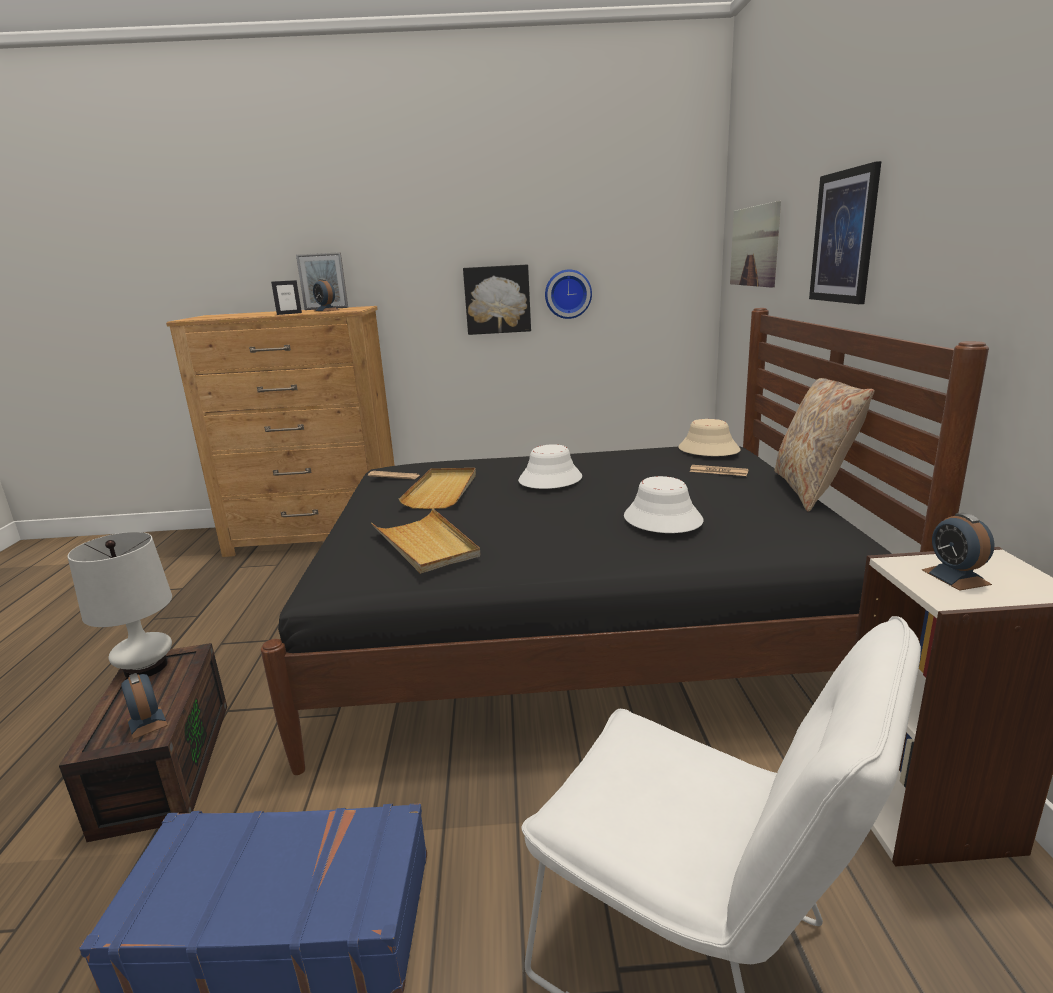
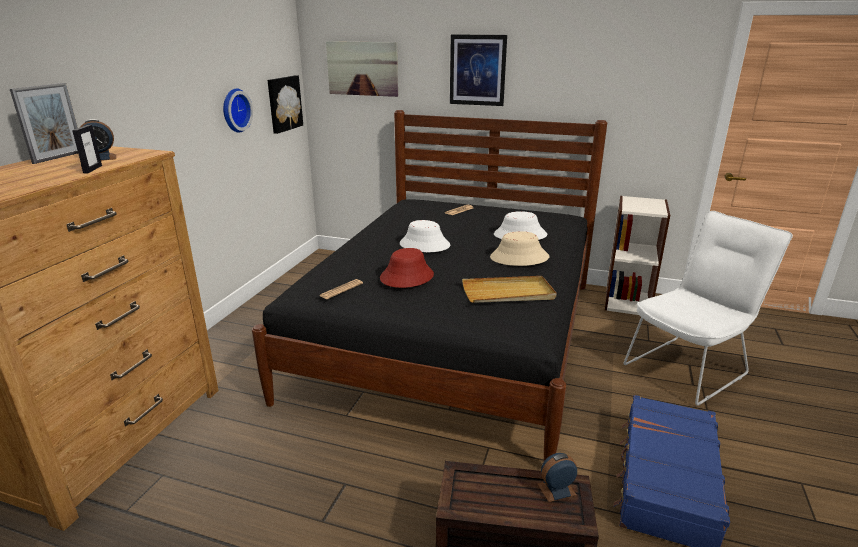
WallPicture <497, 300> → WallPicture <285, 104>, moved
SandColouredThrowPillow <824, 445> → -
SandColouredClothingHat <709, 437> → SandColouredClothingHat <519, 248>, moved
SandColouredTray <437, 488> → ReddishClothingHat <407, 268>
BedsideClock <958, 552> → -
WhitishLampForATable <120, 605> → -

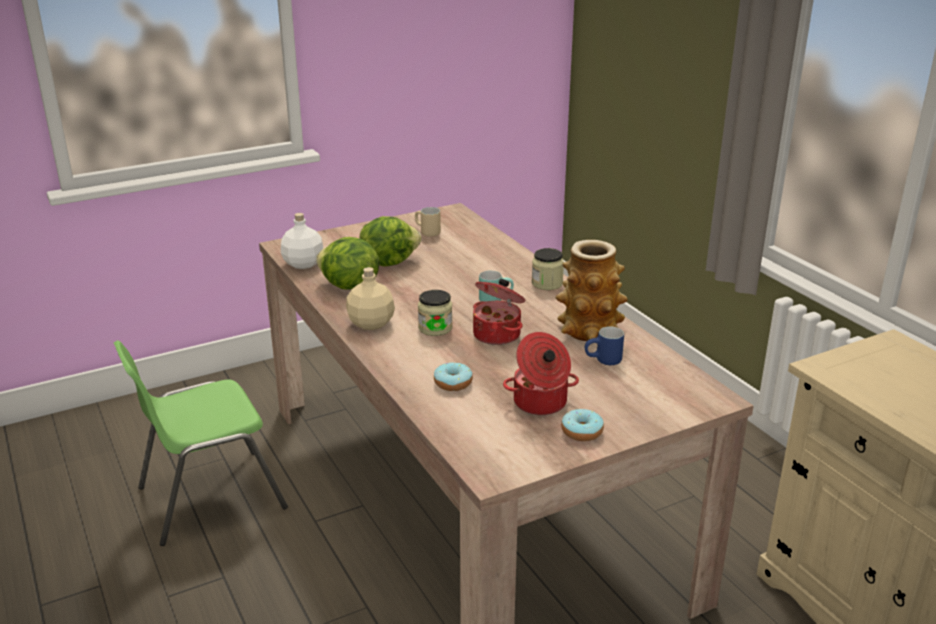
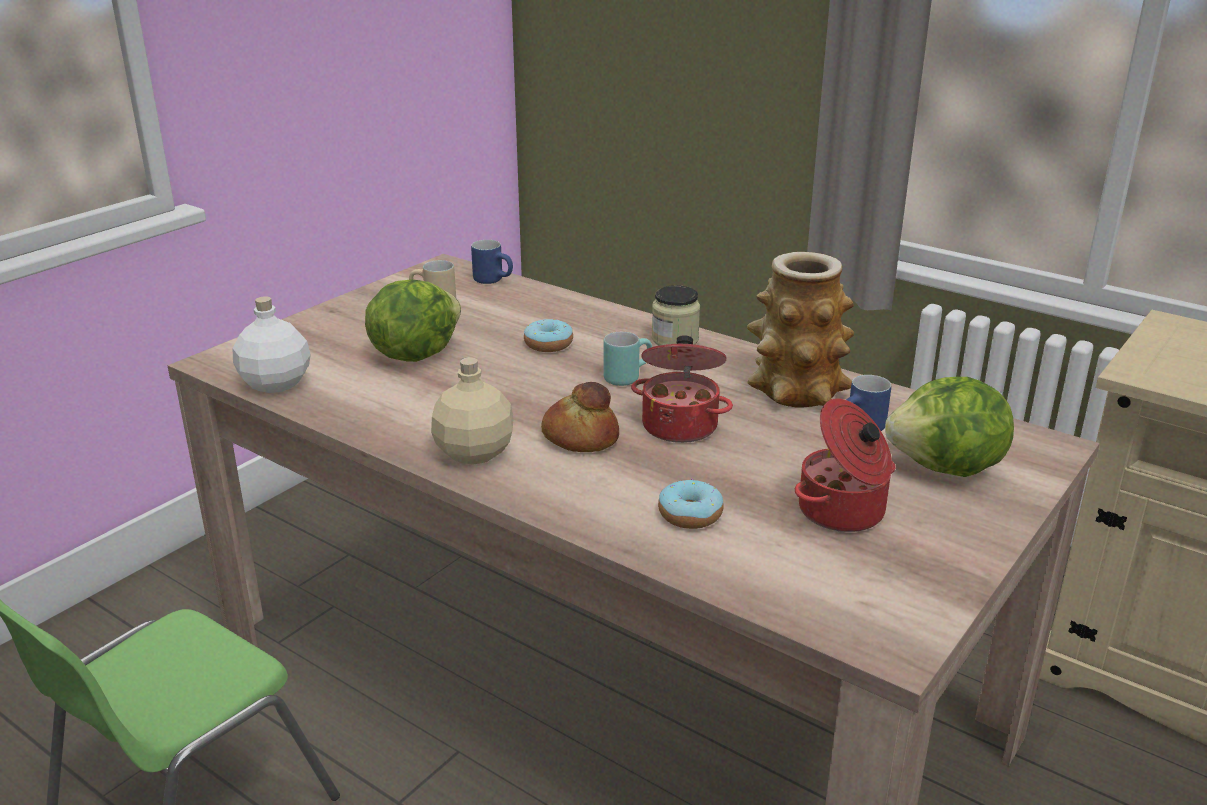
HeadOfLettuce <347, 263> → HeadOfLettuce <949, 427>, moved
Jar <435, 313> → BakedBread <580, 417>
Doughnut <582, 425> → Doughnut <548, 335>, moved
- → BlueColouredMug <492, 262>

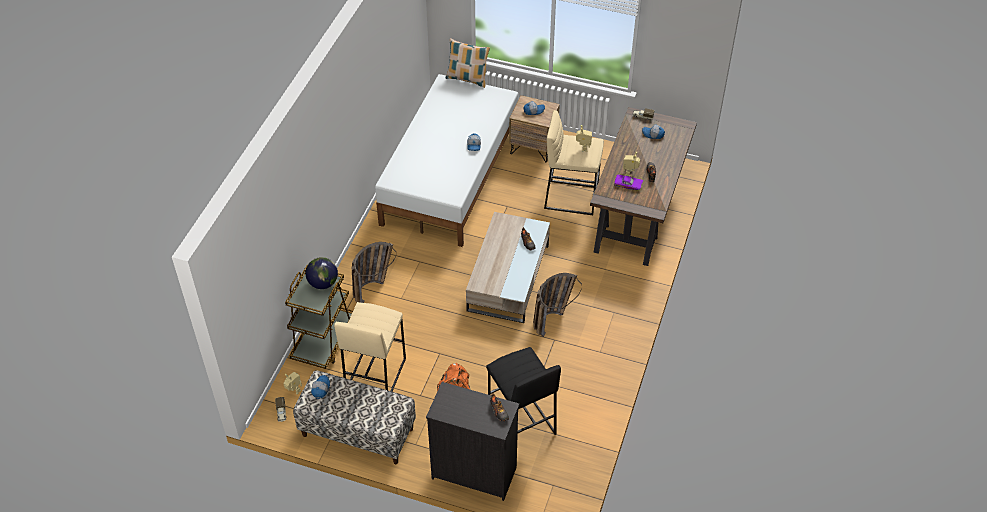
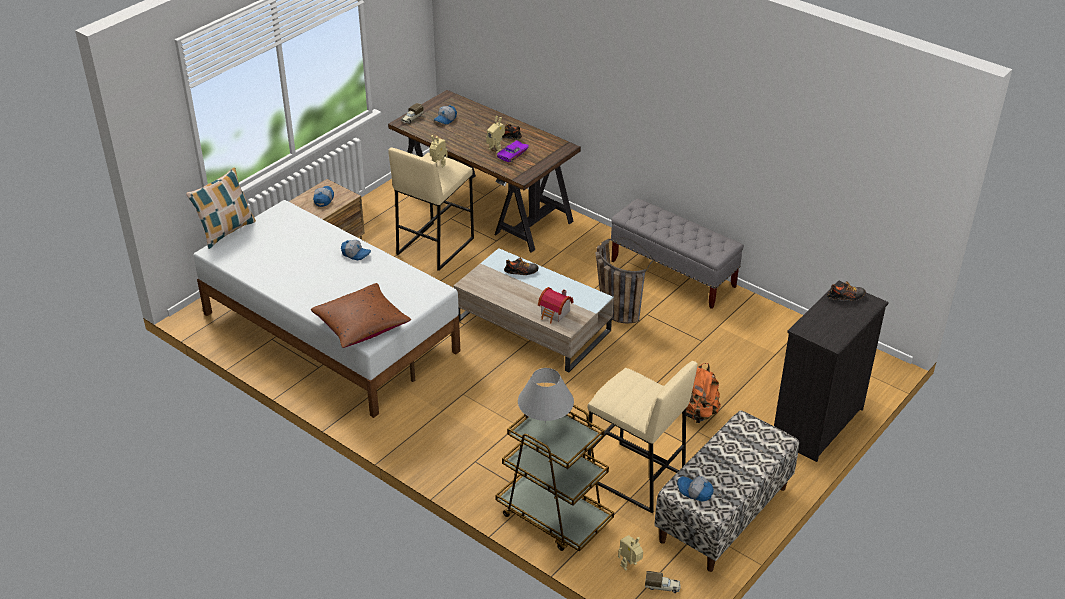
Basket <374, 272> → -
WorldGlobe <322, 273> → GreyLampForATable <546, 396>
BlackishStoolSeat <523, 391> → -
- → GreyBench <677, 253>
- → BrownThrowPillow <361, 315>
- → ToyHouse <556, 305>

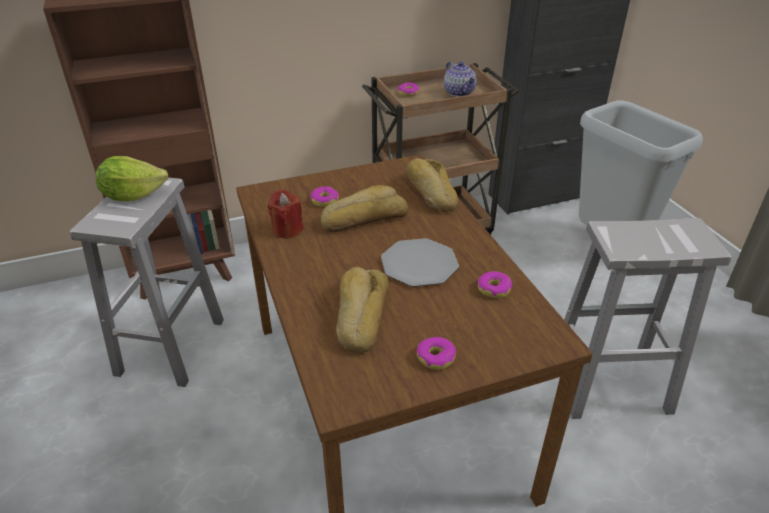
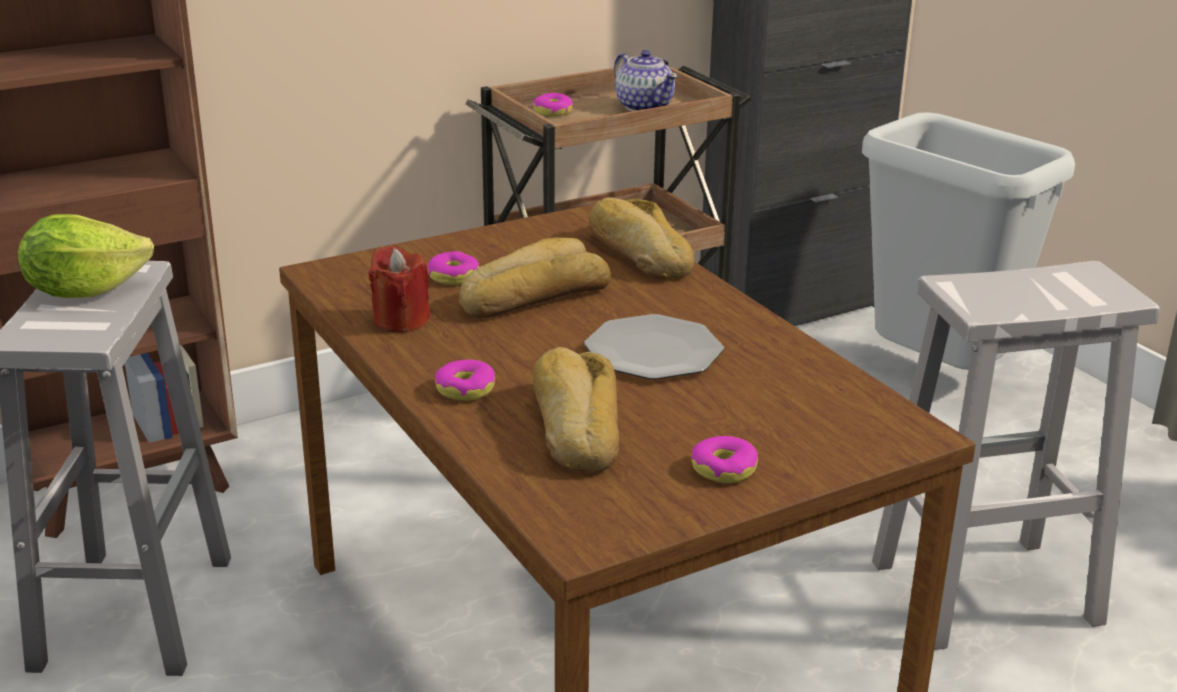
Doughnut <495, 284> → Doughnut <465, 380>, moved

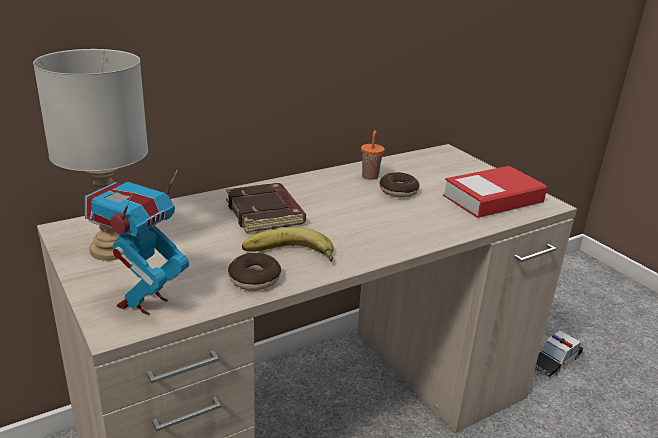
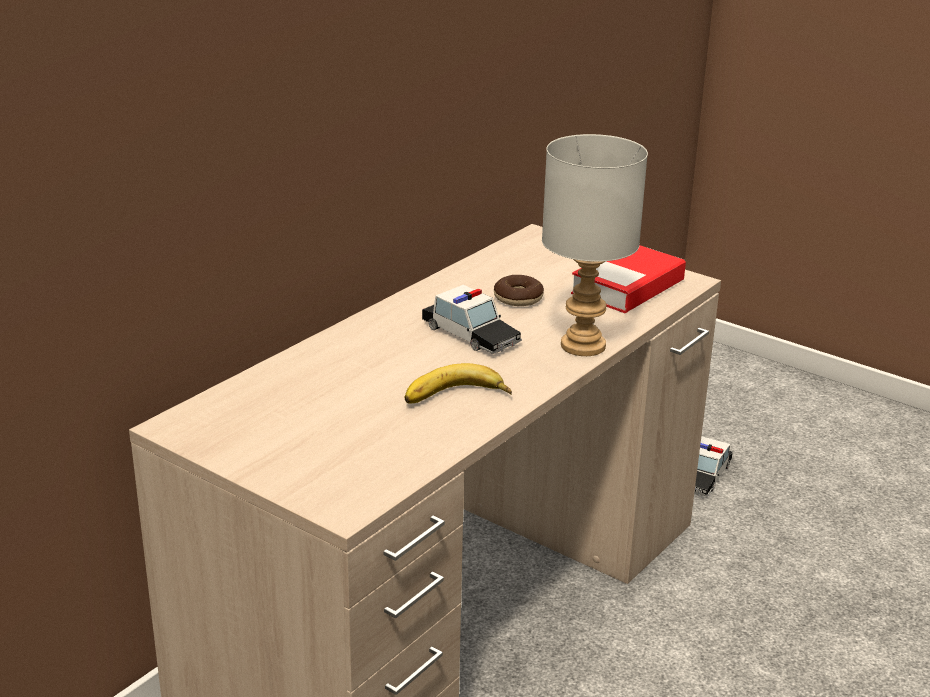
GreyLampForATable <90, 155> → GreyLampForATable <595, 245>, moved
OrangeDrinkingCup <373, 155> → -
ToyRobot <137, 242> → -
BrownBoundBook <266, 208> → -
Doughnut <254, 272> → -
- → MiniatureCar <472, 319>

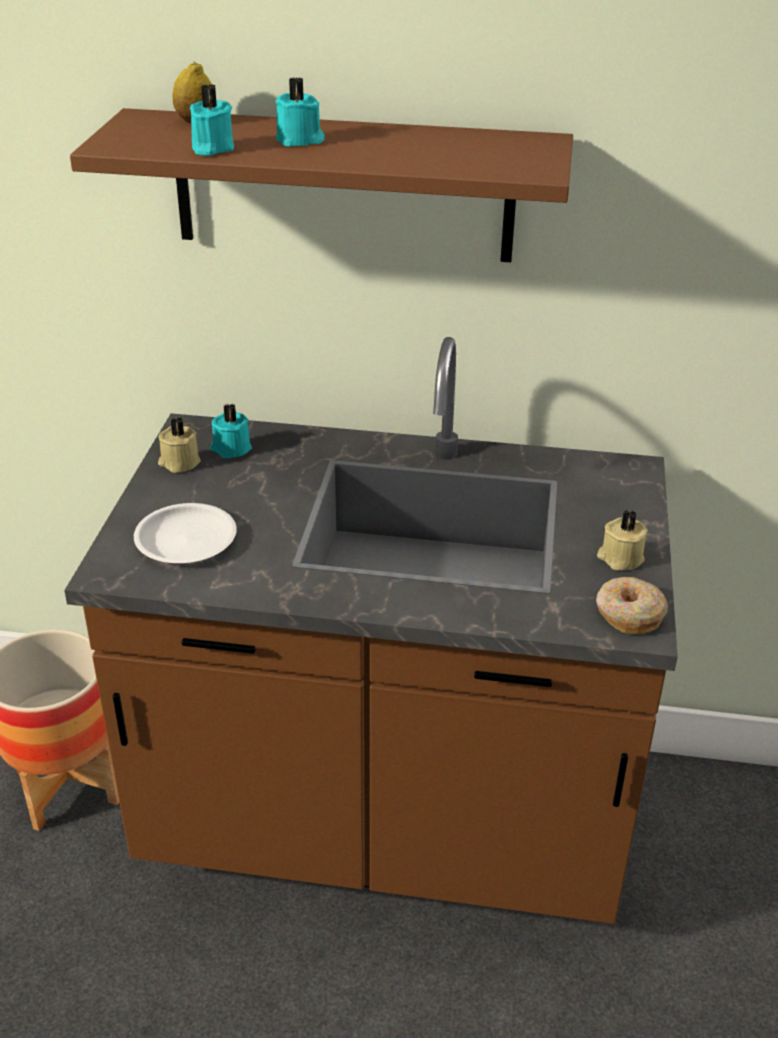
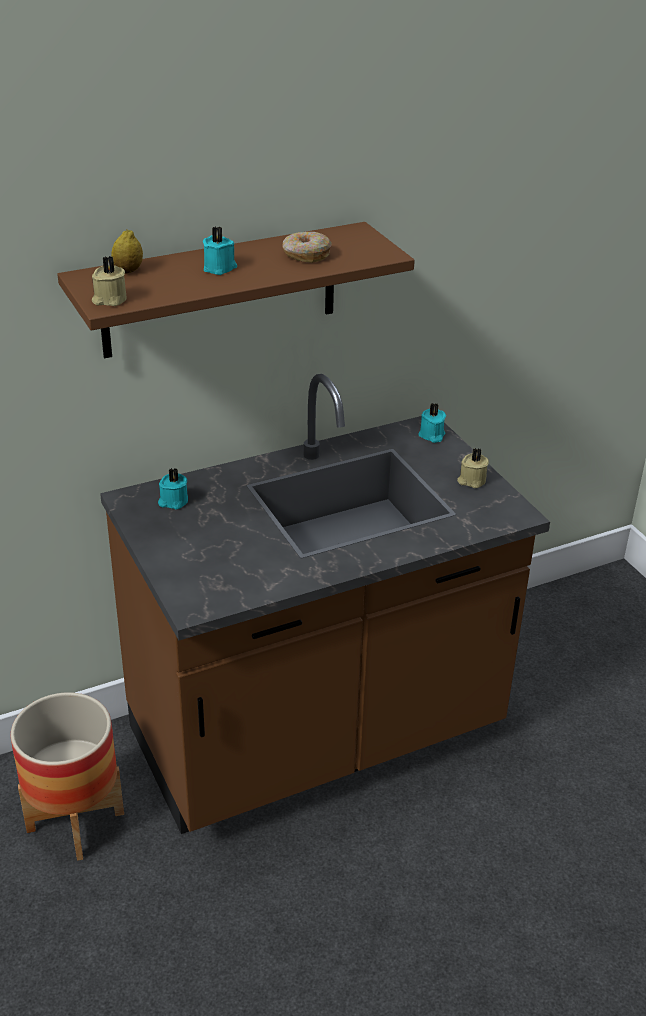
TurquoiseColouredWaxCandle <212, 120> → TurquoiseColouredWaxCandle <432, 423>, moved
SandColouredWaxCandle <179, 445> → SandColouredWaxCandle <109, 281>, moved
WhitishDinnerPlate <185, 533> → -
Doughnut <632, 605> → Doughnut <307, 247>, moved

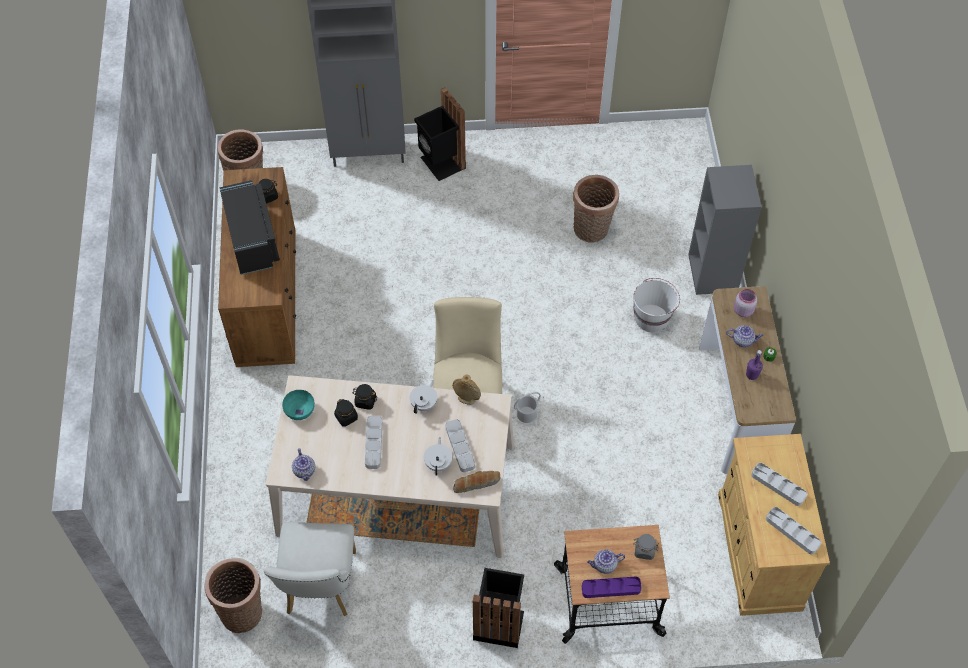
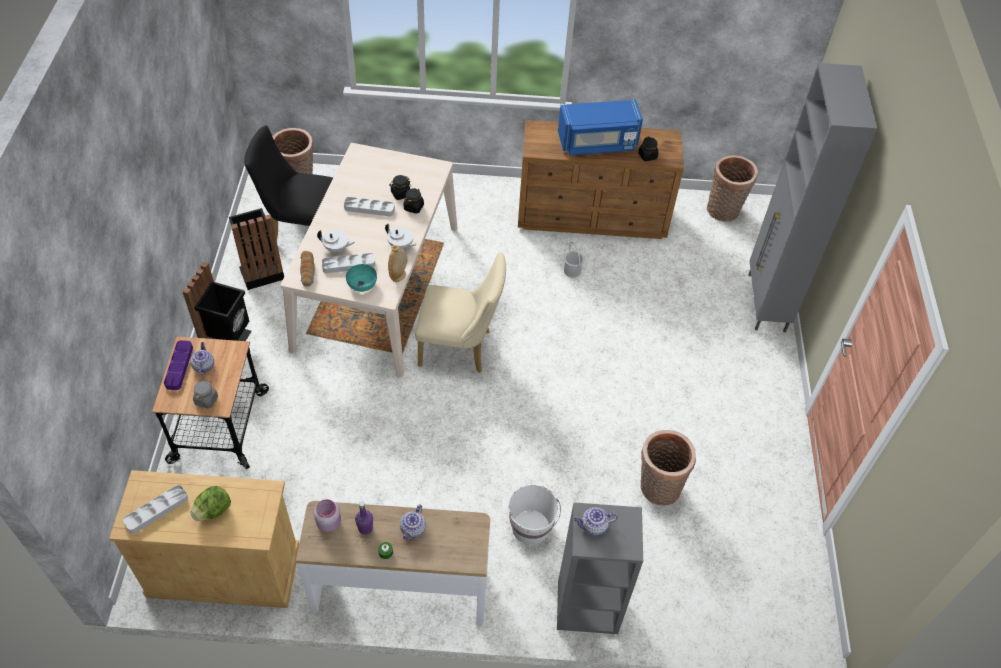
BlackishRubbishBin <440, 134> → BlackishRubbishBin <256, 249>, moved
BlackishMicrowave <250, 227> → BlueColouredMicrowave <600, 128>
PinkishJar <745, 303> → PinkishJar <327, 515>, moved
TurquoiseColouredServingBowl <298, 405> → TurquoiseColouredServingBowl <361, 278>, moved
WhitishWaterBucket <527, 407> → WhitishWaterBucket <574, 259>, moved
PotForTea <303, 464> → PotForTea <596, 521>, moved
GreyTray <779, 484> → HeadOfLettuce <211, 503>
WhitishChair <310, 569> → BlackishChair <288, 182>

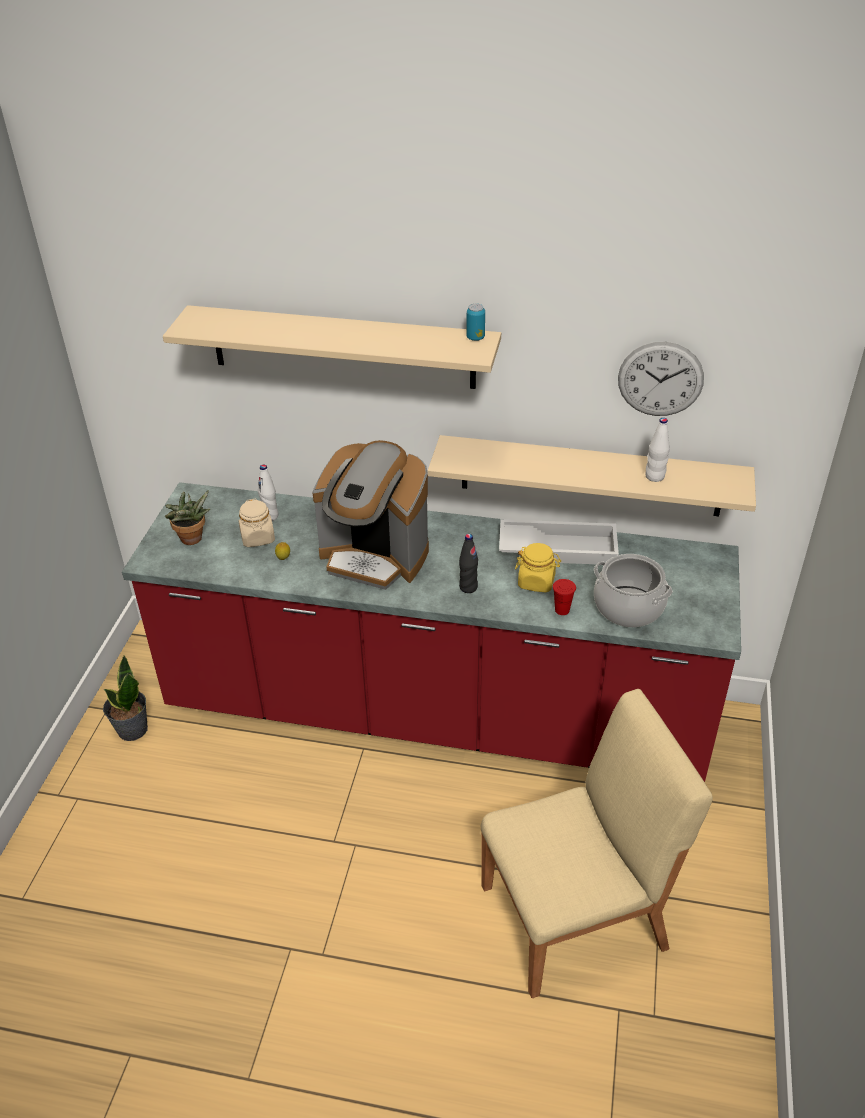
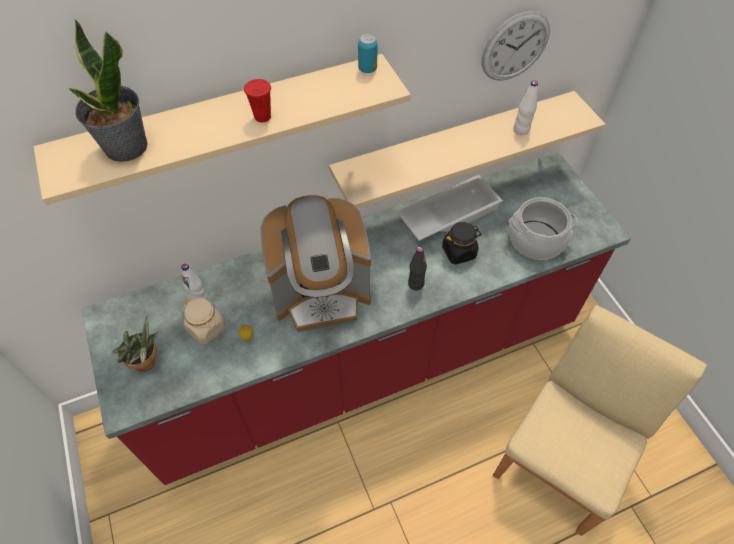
YellowishJar <538, 568> → BlackishJar <462, 243>
ReddishDrinkingCup <564, 597> → ReddishDrinkingCup <257, 100>, moved
PlantInAPot <125, 698> → PlantInAPot <108, 90>, moved

